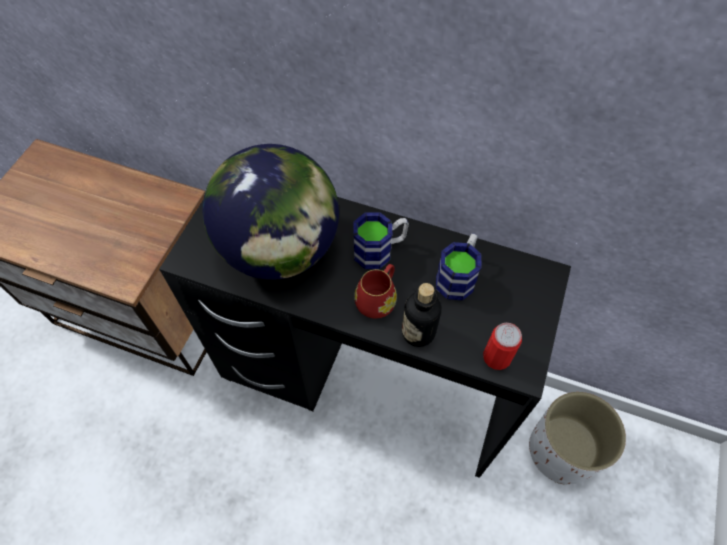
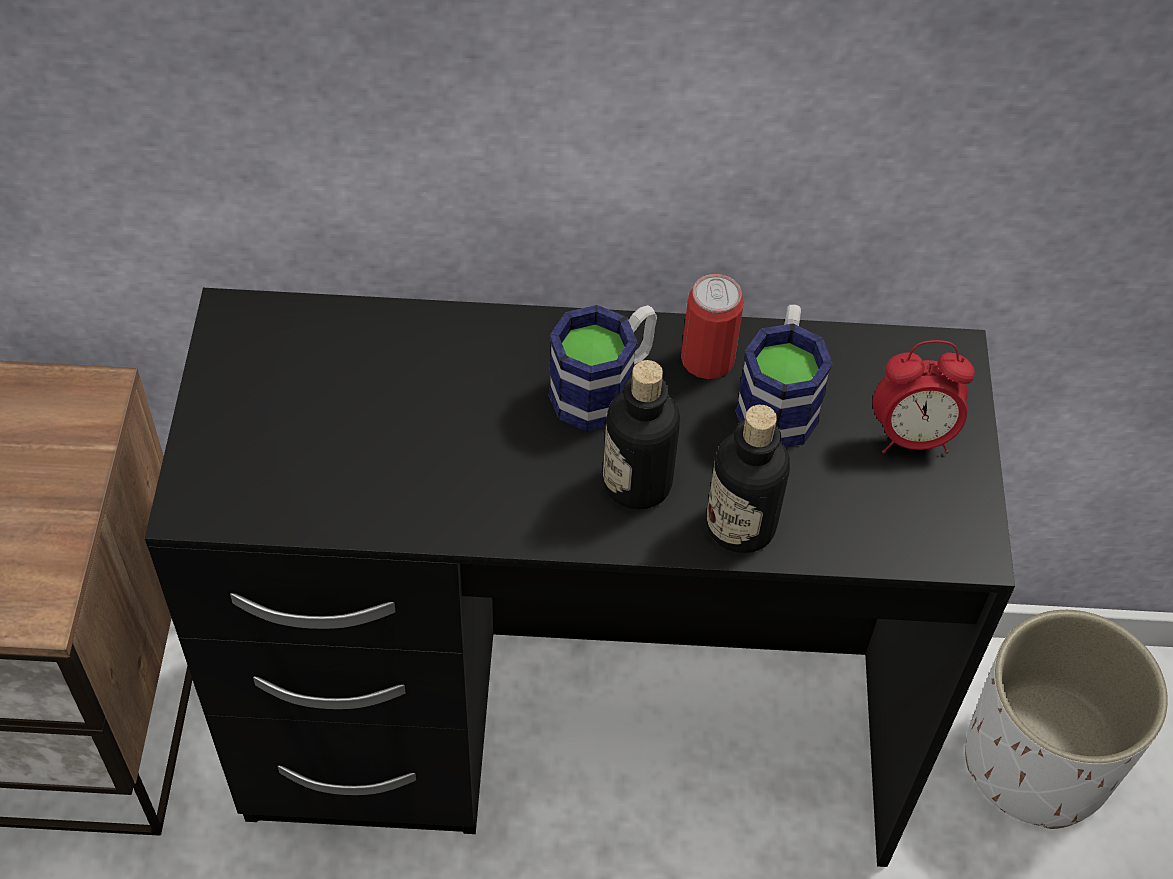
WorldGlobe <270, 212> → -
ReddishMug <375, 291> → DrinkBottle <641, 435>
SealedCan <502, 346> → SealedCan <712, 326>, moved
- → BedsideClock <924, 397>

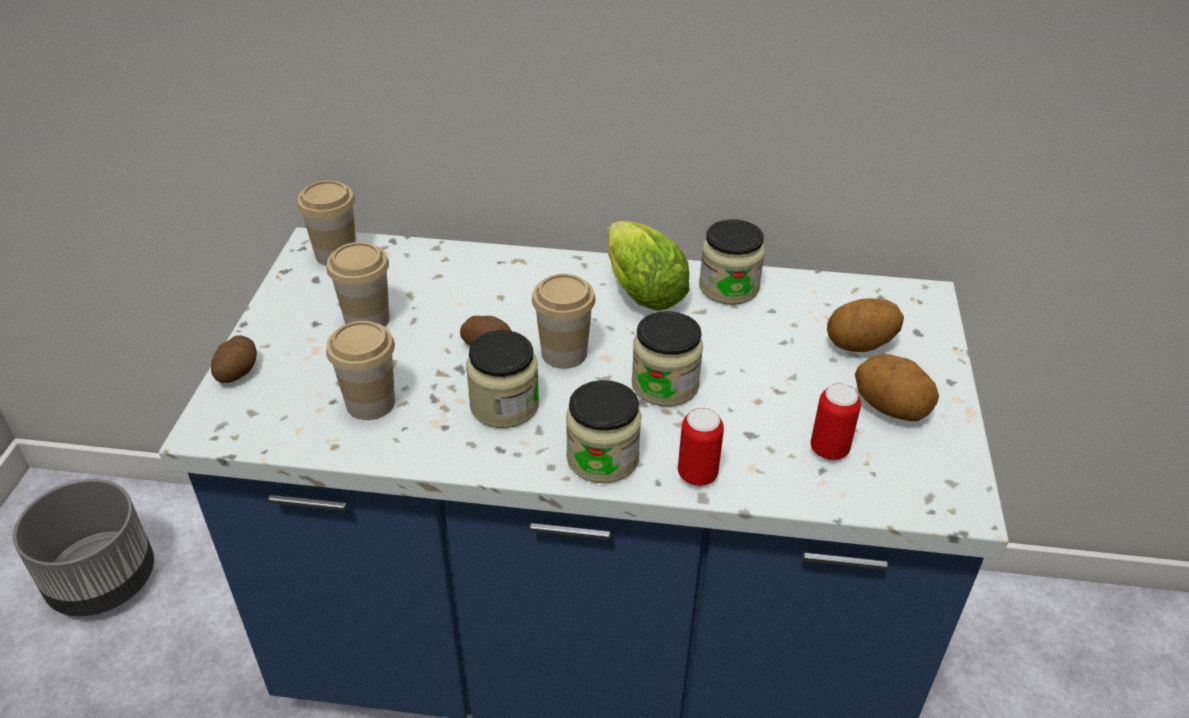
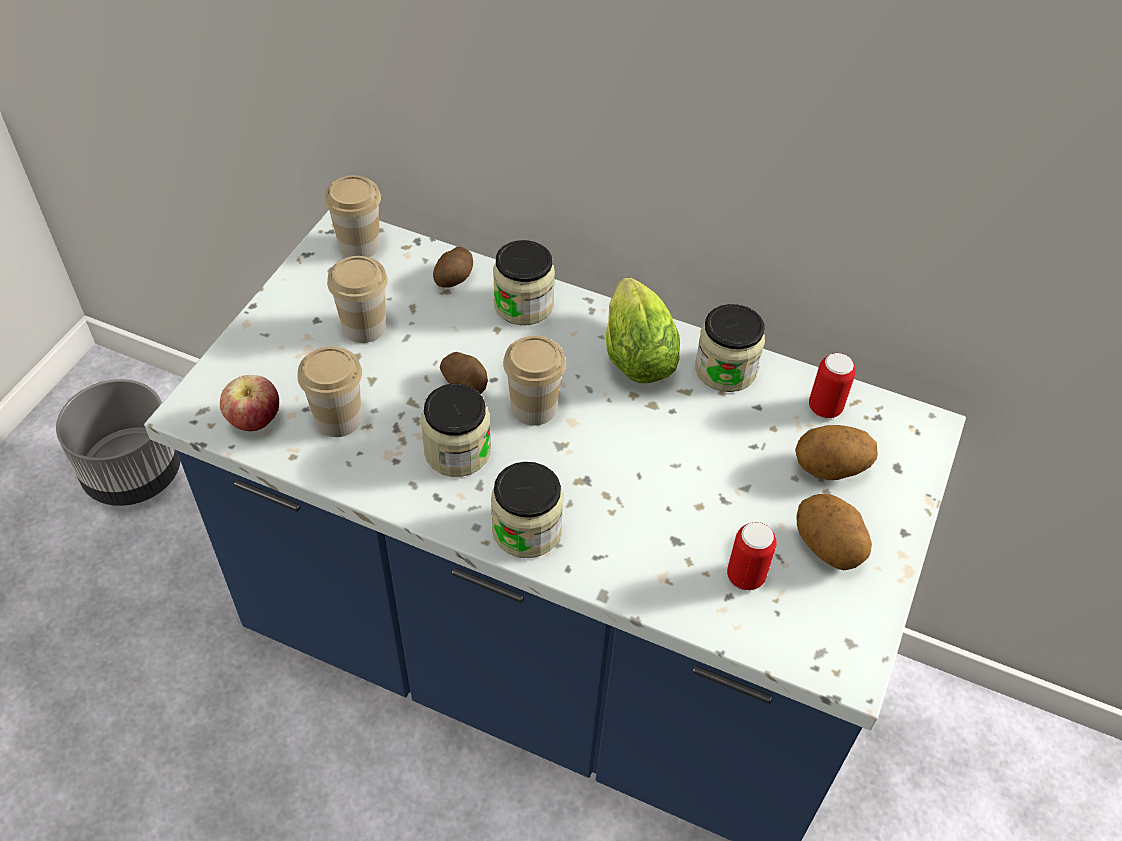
Jar <667, 359> → Jar <524, 282>, moved
Potato <234, 359> → Potato <453, 267>, moved
SealedCan <701, 447> → SealedCan <832, 386>, moved
- → WholeApple <249, 403>

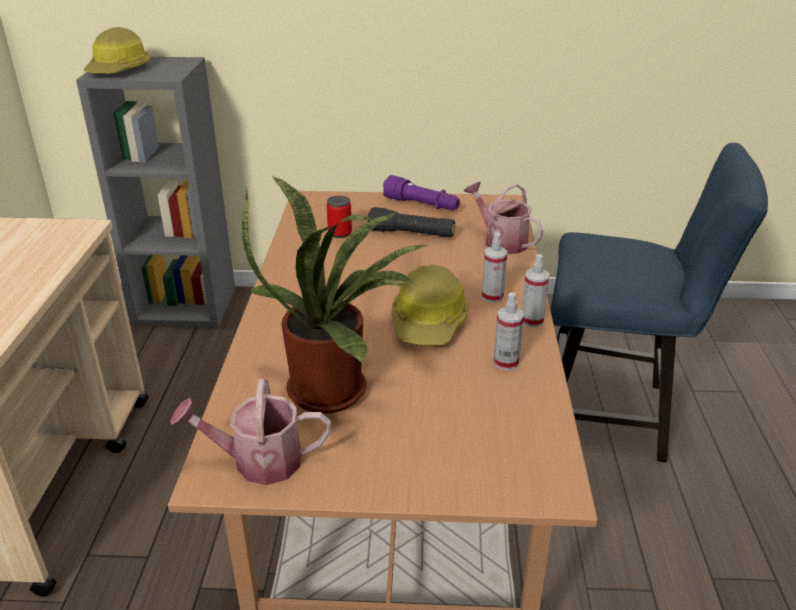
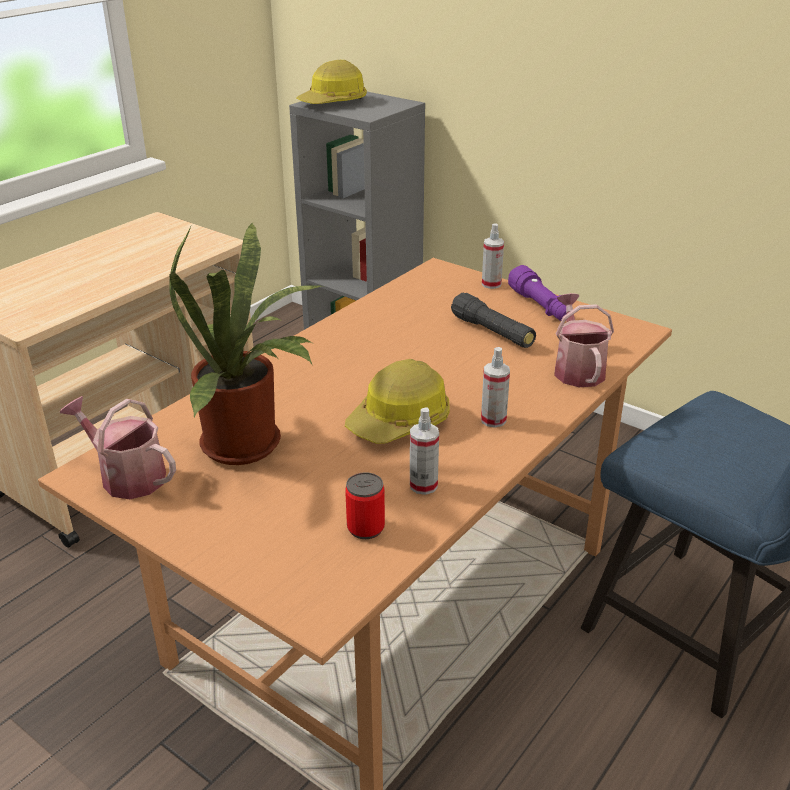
SealedCan <339, 217> → SealedCan <365, 505>, moved
HandSprayer <536, 290> → HandSprayer <493, 256>, moved

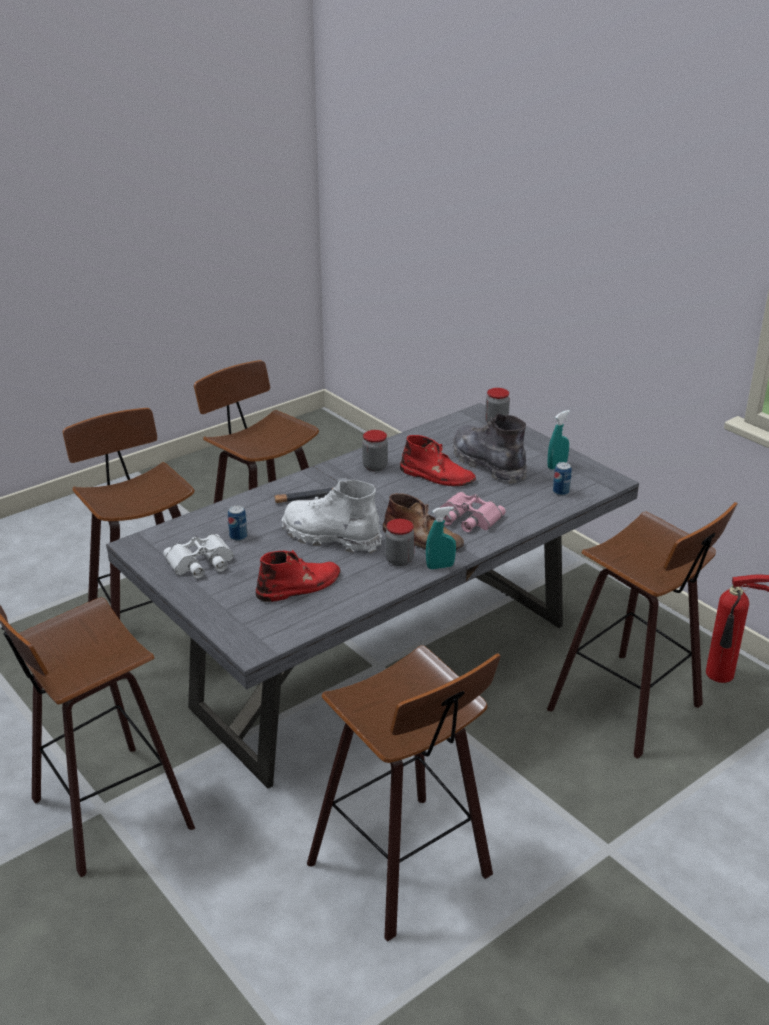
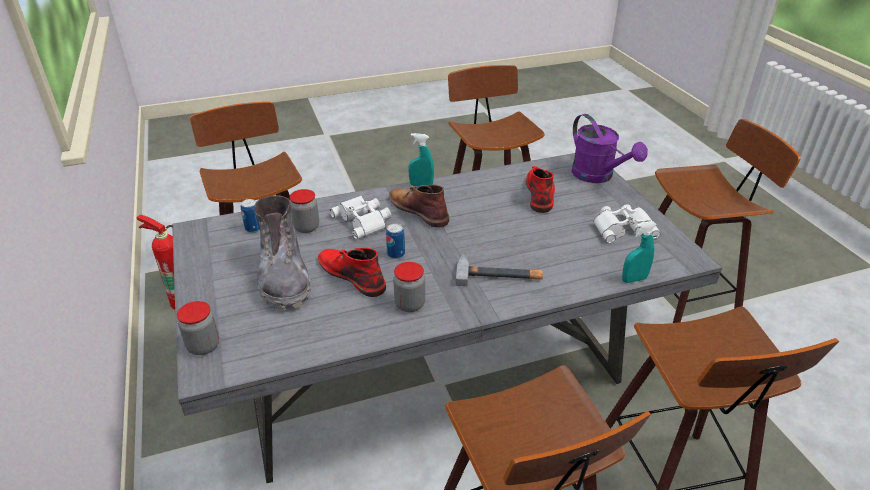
TurquoiseColouredHandSprayer <559, 439> → TurquoiseColouredHandSprayer <639, 252>, moved
WhitishHighTopBoot <332, 516> → -
PinkishFieldGlasses <472, 511> → WhitishFieldGlasses <360, 217>
SealedCan <238, 523> → SealedCan <395, 241>, moved
Jar <400, 542> → Jar <304, 211>, moved
ReddishHighTopBoot <298, 576> → ReddishHighTopBoot <540, 189>, 105 degrees clockwise
- → PurpleWateringCan <609, 148>

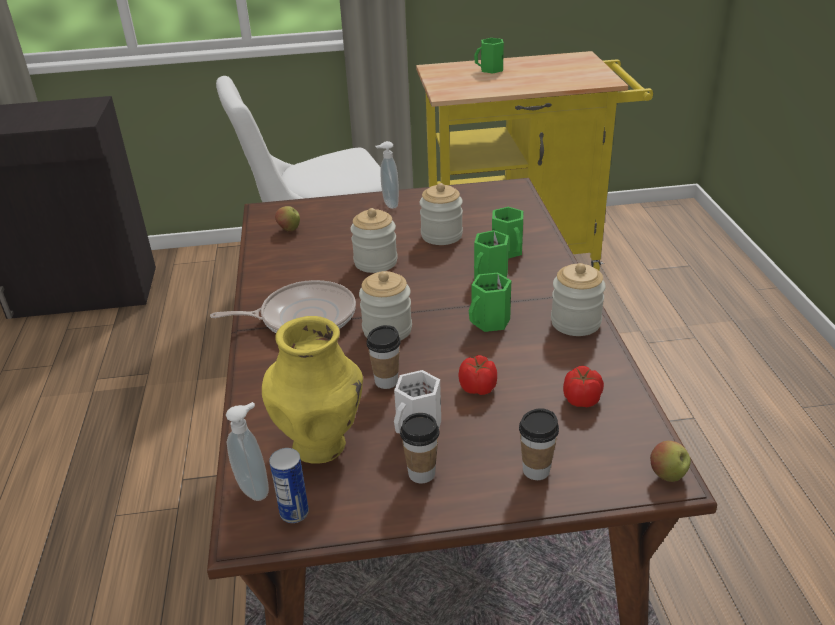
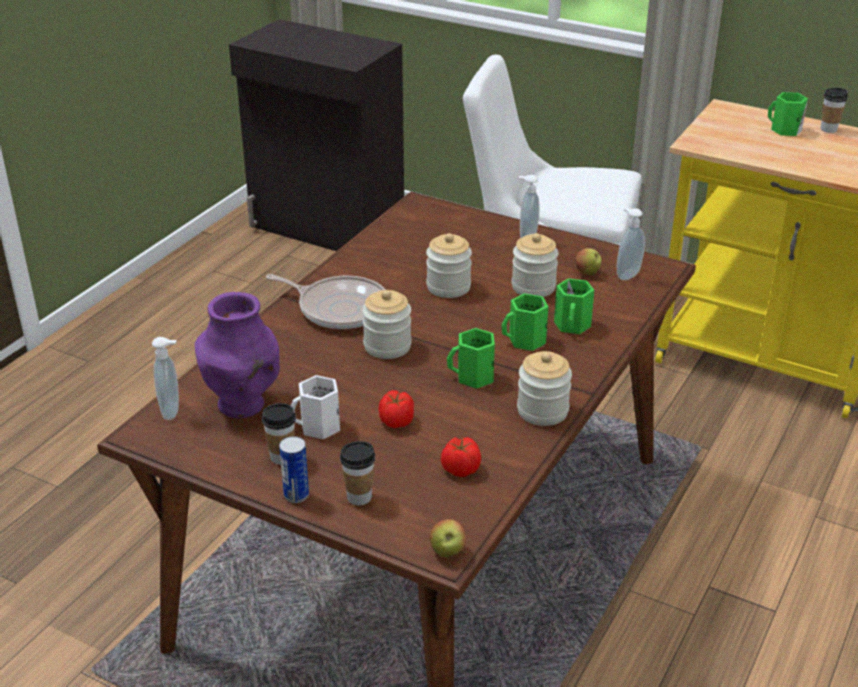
WholeApple <287, 219> → WholeApple <588, 262>, moved
YellowishVase <312, 390> → PurpleVase <237, 355>
DrinkingCup <384, 357> → DrinkingCup <834, 110>, moved
SealedCan <289, 485> → SealedCan <294, 469>, moved
- → SoapBottle <631, 244>

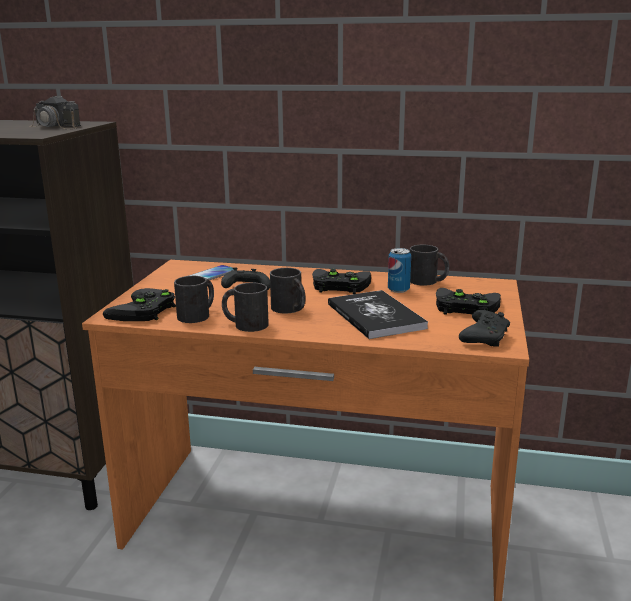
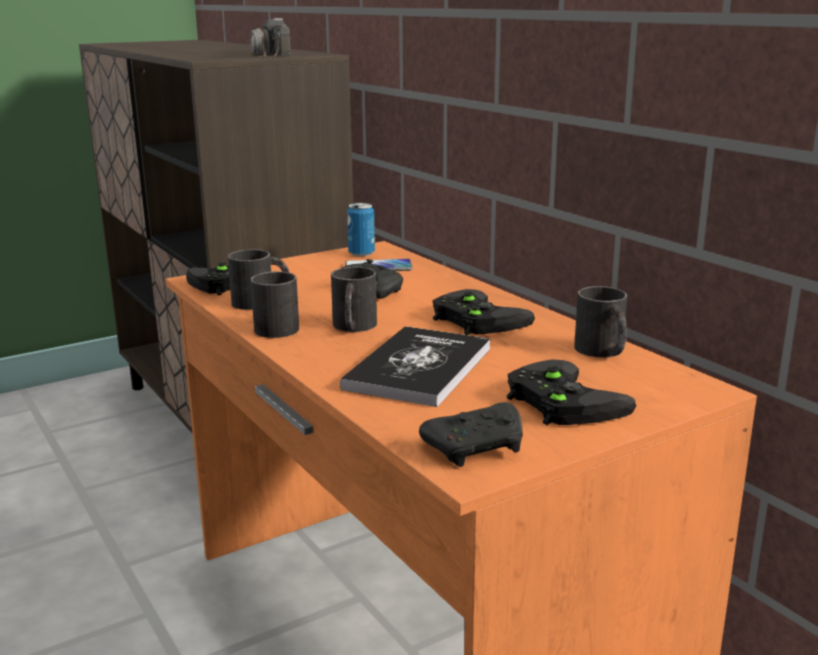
SealedCan <399, 270> → SealedCan <361, 230>, moved

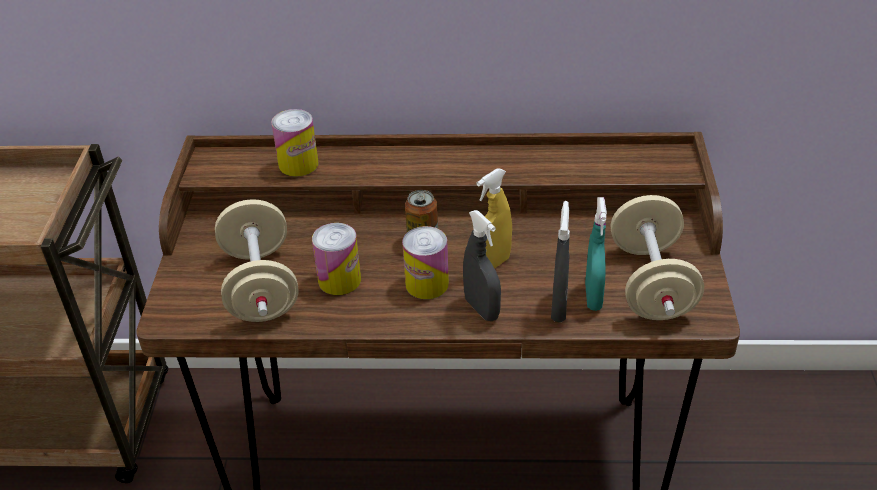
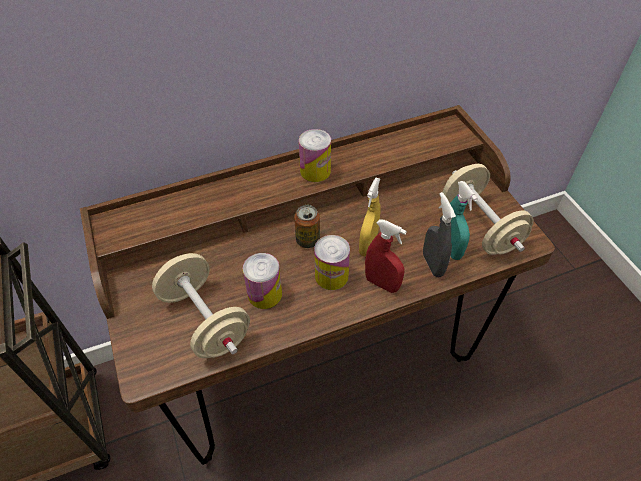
SealedCan <294, 143> → SealedCan <315, 155>, moved
GreyHandSprayer <482, 265> → ReddishHandSprayer <386, 256>

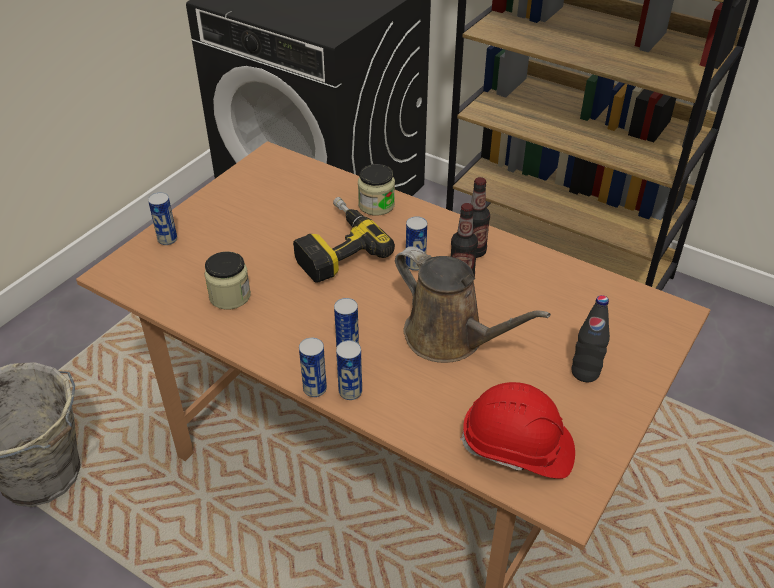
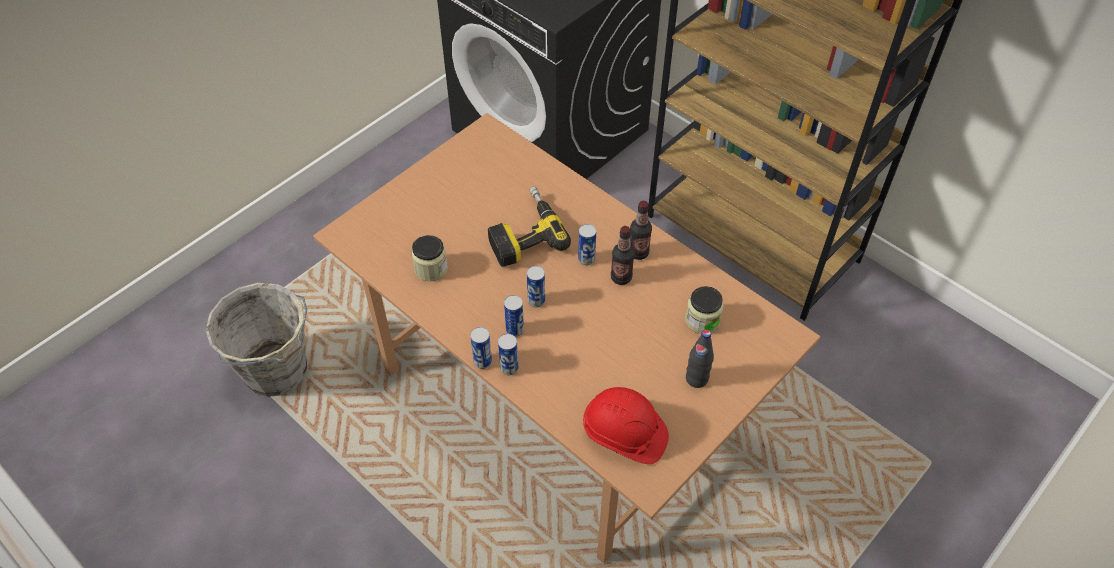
Jar <376, 190> → Jar <704, 310>, moved
SealedCan <162, 218> → SealedCan <536, 286>, moved
BrownWateringCan <473, 304> → -

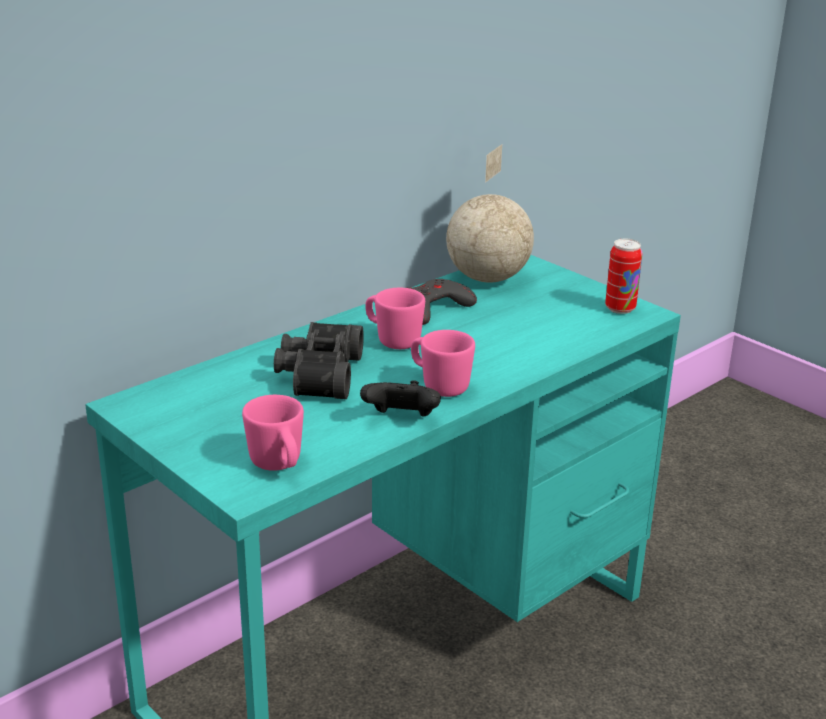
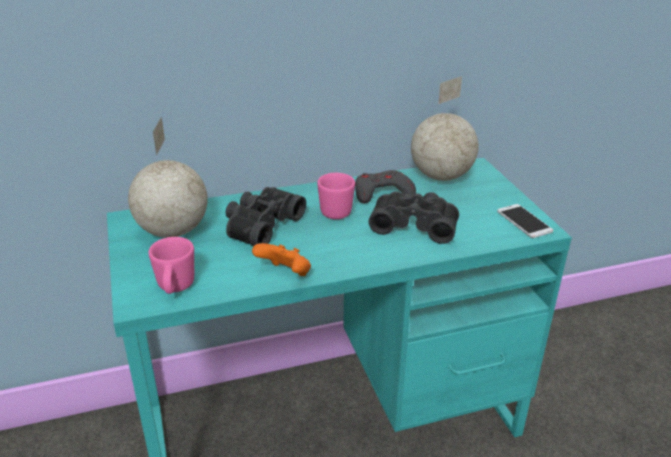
SealedCan <623, 276> → Phone <525, 221>
PinkishMug <443, 363> → -
BlackishGameController <400, 398> → OrangeGameController <281, 259>
- → WorldGlobe <168, 177>
- → BlackishFieldGlasses <413, 216>

